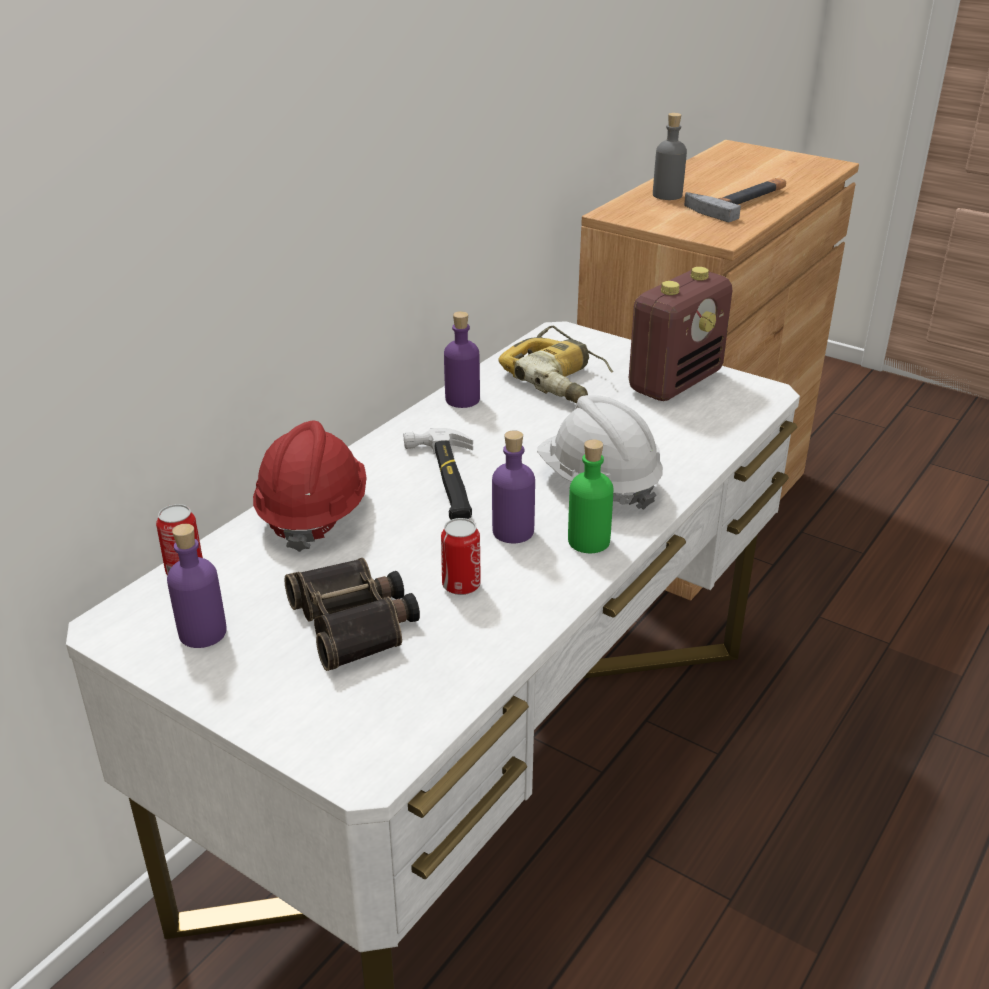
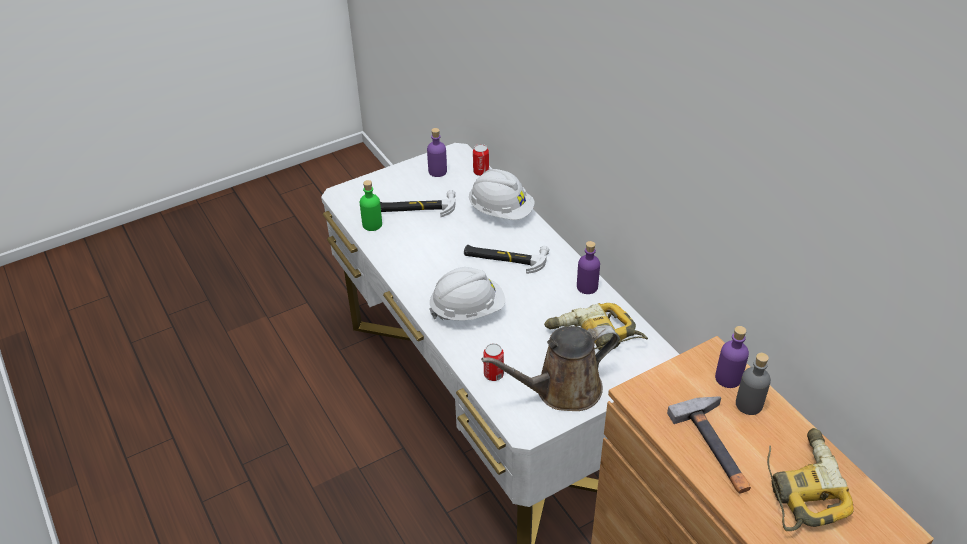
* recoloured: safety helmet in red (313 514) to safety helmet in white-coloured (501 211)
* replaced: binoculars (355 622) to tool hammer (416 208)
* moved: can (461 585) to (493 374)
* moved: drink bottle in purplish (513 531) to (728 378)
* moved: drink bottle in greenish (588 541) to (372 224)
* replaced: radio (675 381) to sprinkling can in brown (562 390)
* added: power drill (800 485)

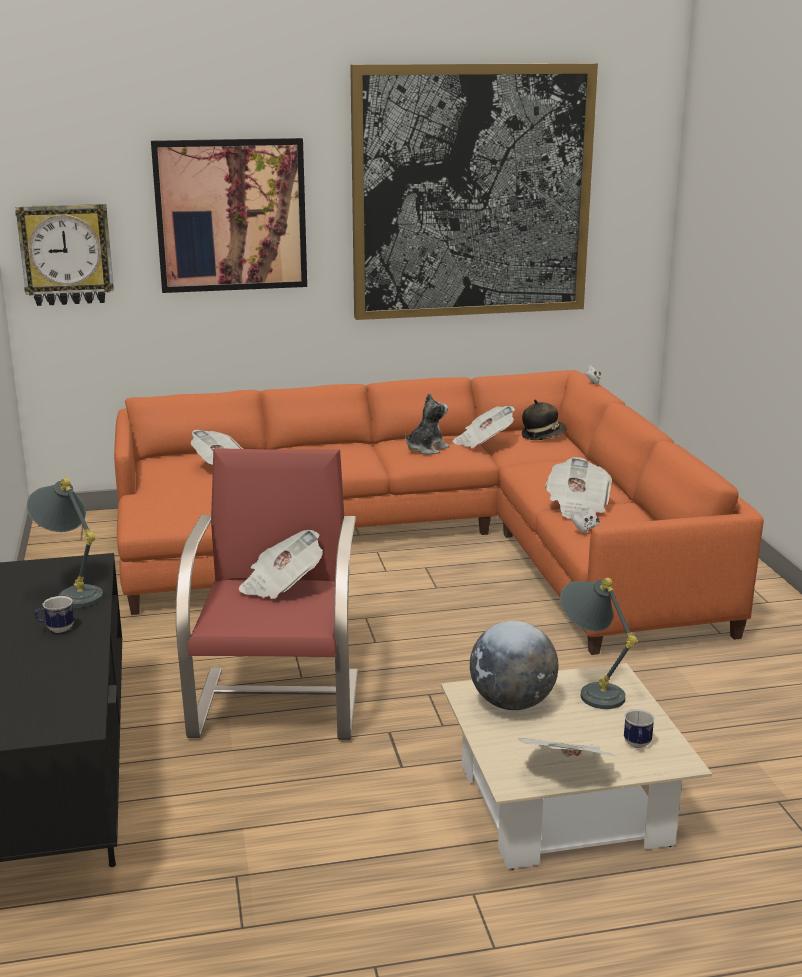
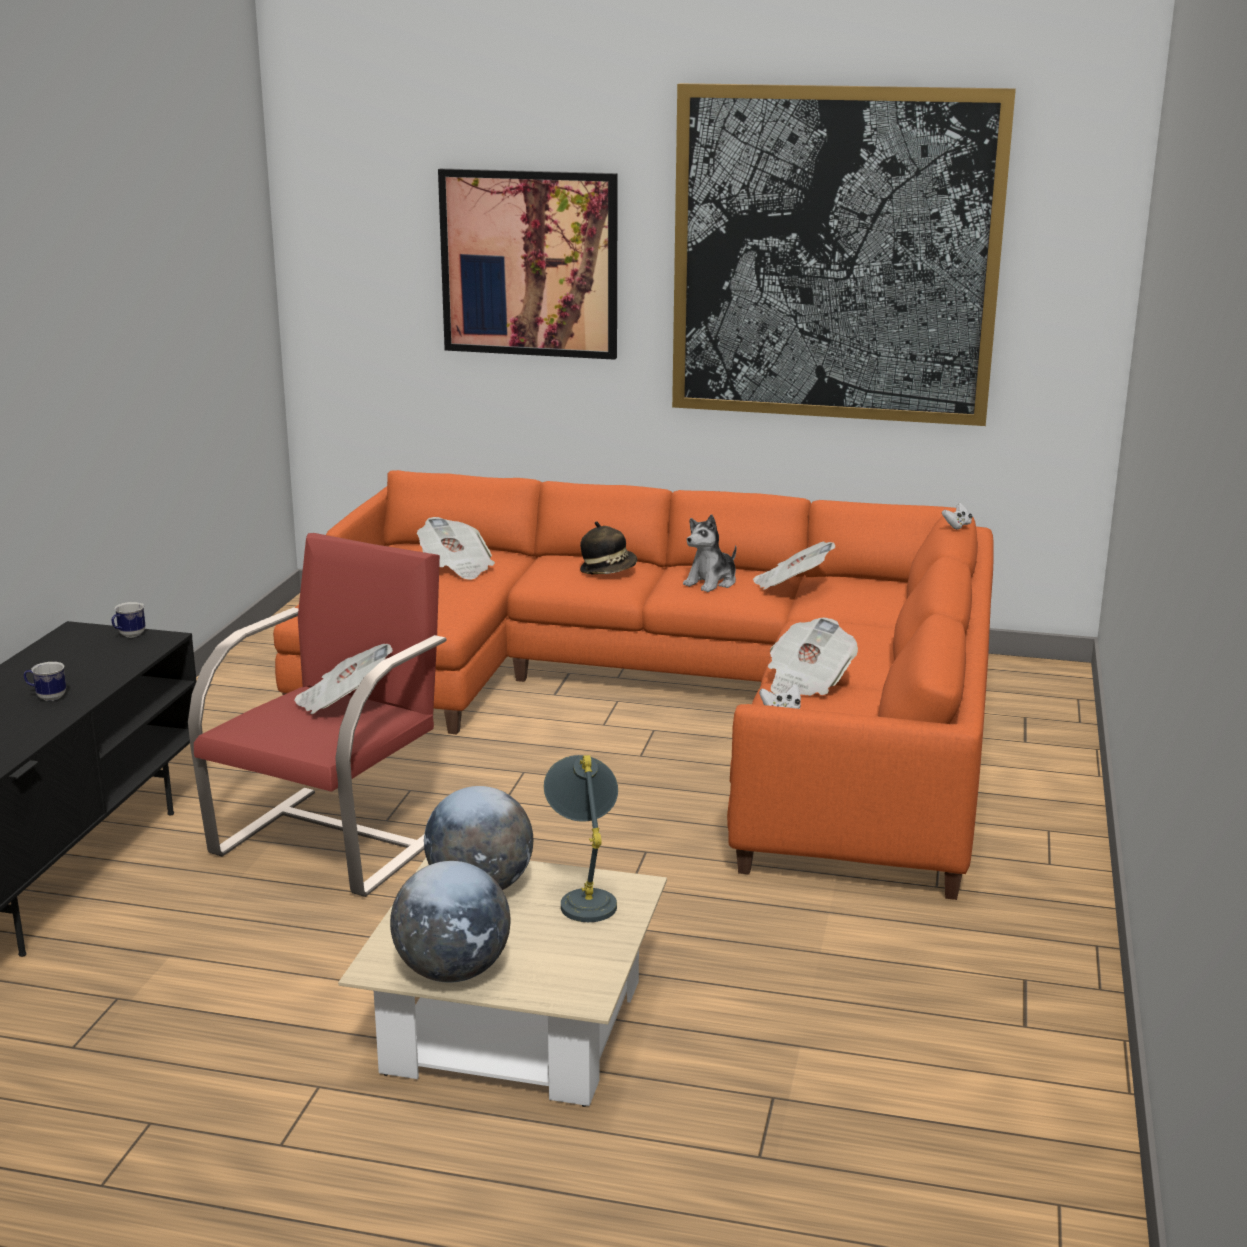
* removed: hanging clock (66 254)
* removed: table lamp in gray (72 592)
* turned: soft toy (426 449) = (711 582) 150 degrees clockwise
* replaced: newspaper (568 769) to world globe (452 972)
* moved: hat (543 436) to (608 570)
* moved: tea mug (637 745) to (129 635)

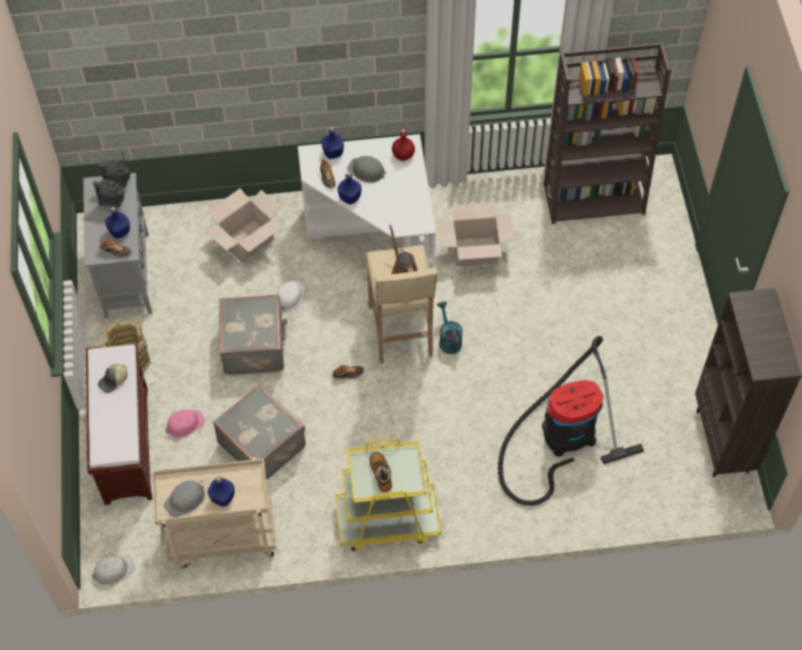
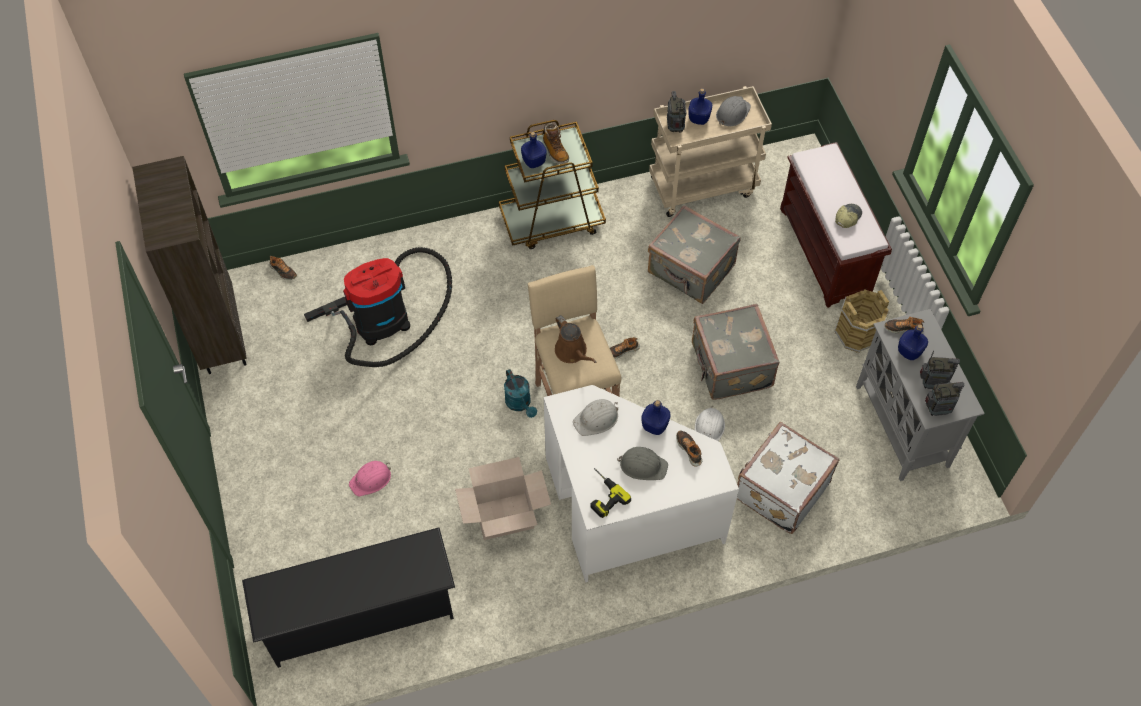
* moved: safety helmet in white-coloured (113 570) to (597 419)
* moved: safety helmet in pink (184 424) to (371 479)
* replaced: carton (247 241) to piece of luggage in white-coloured (780 489)
* moved: drink bottle in blue (333 153) to (533 161)
* recoloured: trolley in yellow (387 520) to trolley in brown (552 221)
* replaced: drink bottle in red (403 155) to power drill (602 495)
* replaced: bookshelf in brown (594 198) to shoe stand in black (360 615)
* added: shoe (283 271)
* added: radio (675 128)

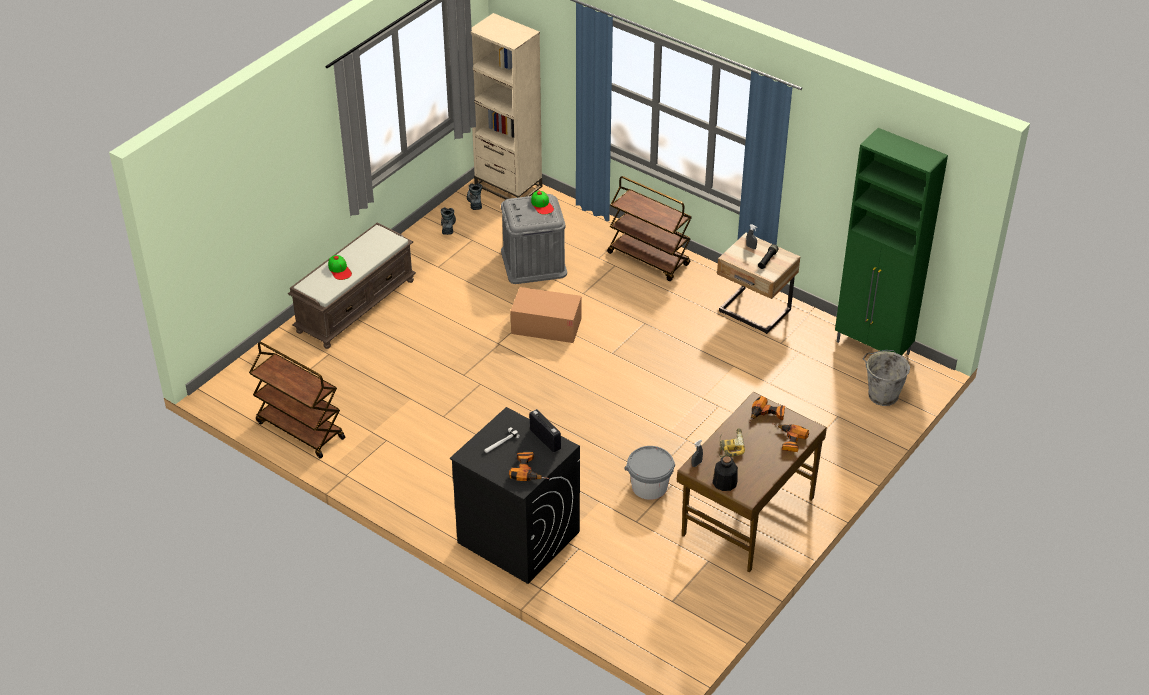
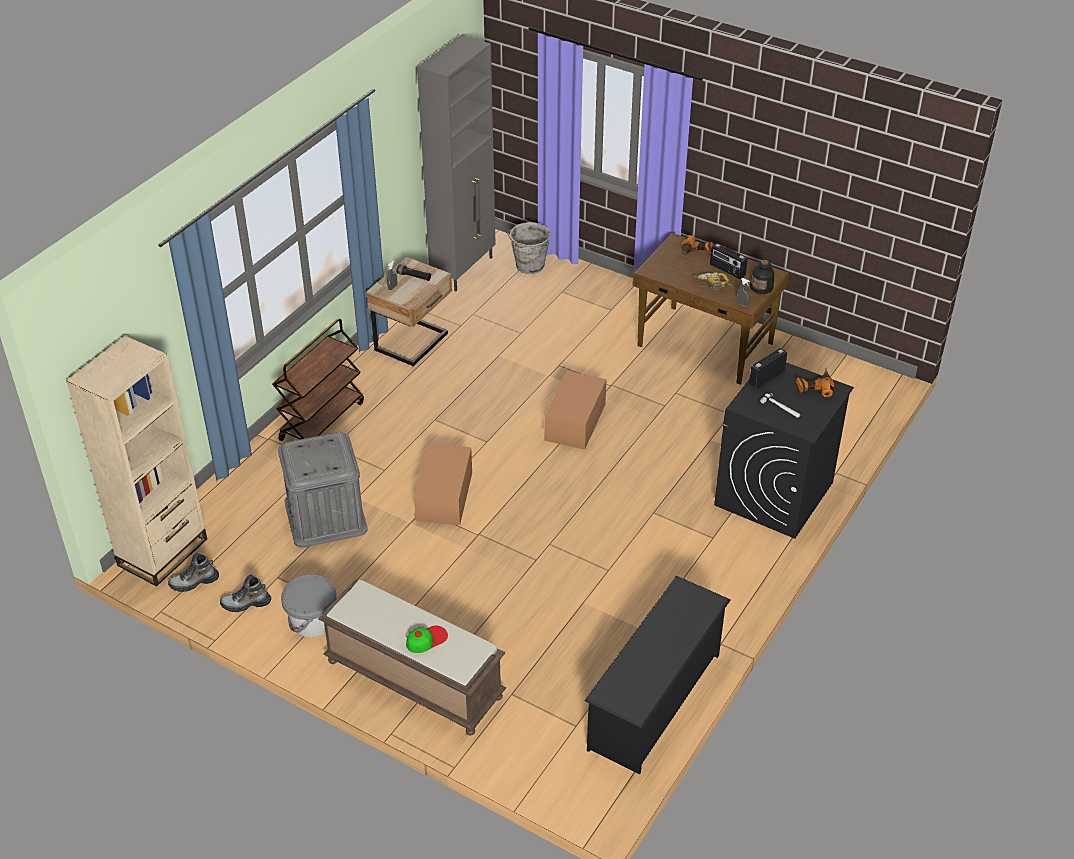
* replaced: trolley in brown (299 430) to shoe stand in black (655 701)
* removed: cap (542 205)
* moved: pail in gray (649 486) to (312 621)
* removed: power drill (767 416)
* recoloured: cupboard in greenish (873 348) to cupboard in gray (464 269)
* added: carton (575 422)
* added: radio (727 270)

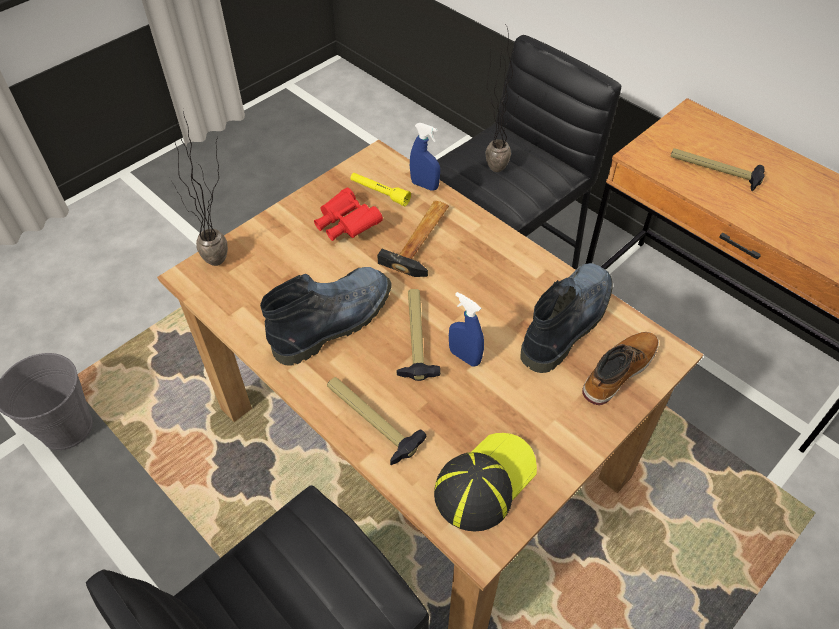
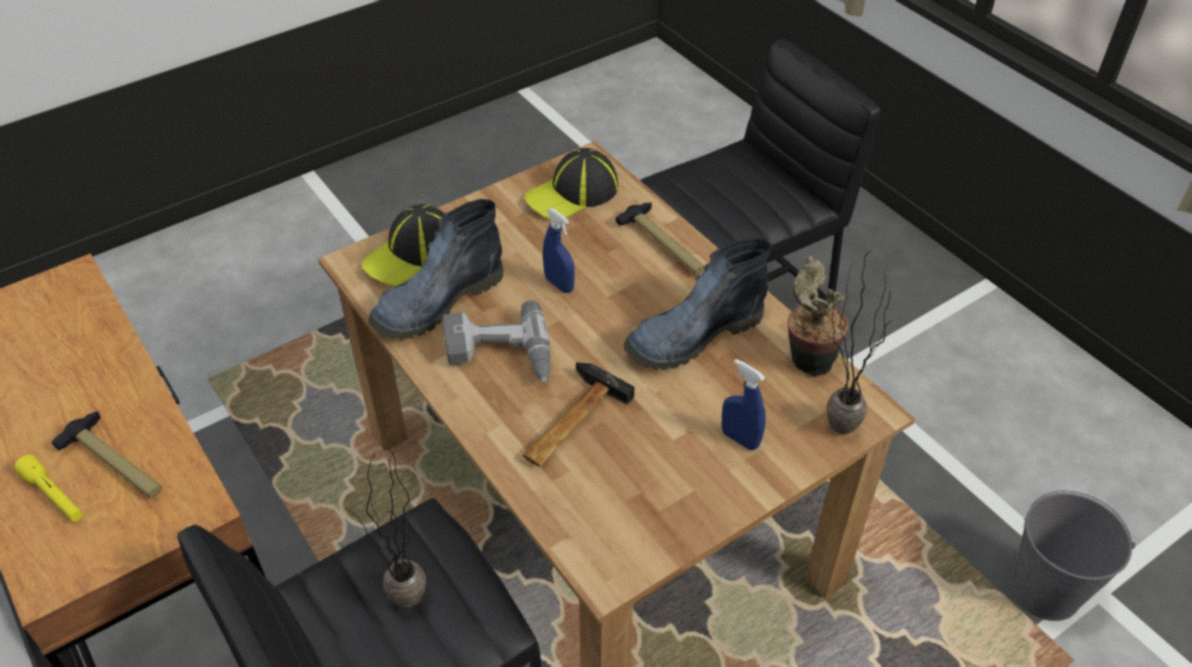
* removed: binoculars in red (346 225)
* moved: torch in yellow (379 193) to (54 496)
* removed: tool hammer (415 337)
* moved: spray bottle in blue (424 185) to (740 439)
* replaced: tall boot (618 371) to cap (412 254)
* added: power drill (499 356)
* added: houseplant (806 360)

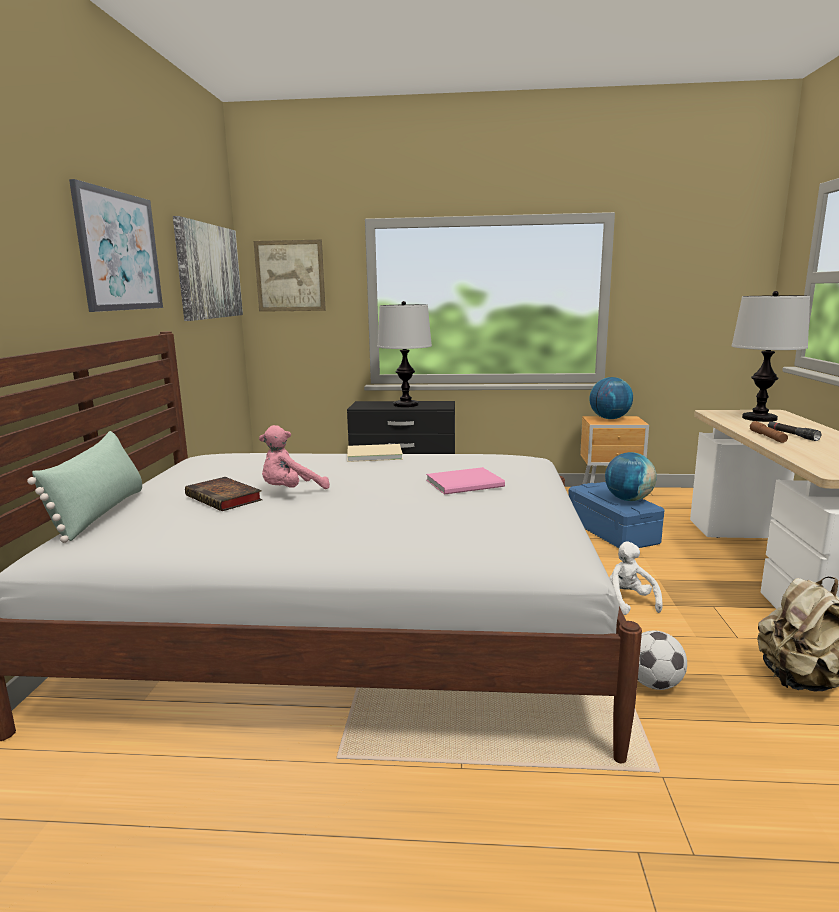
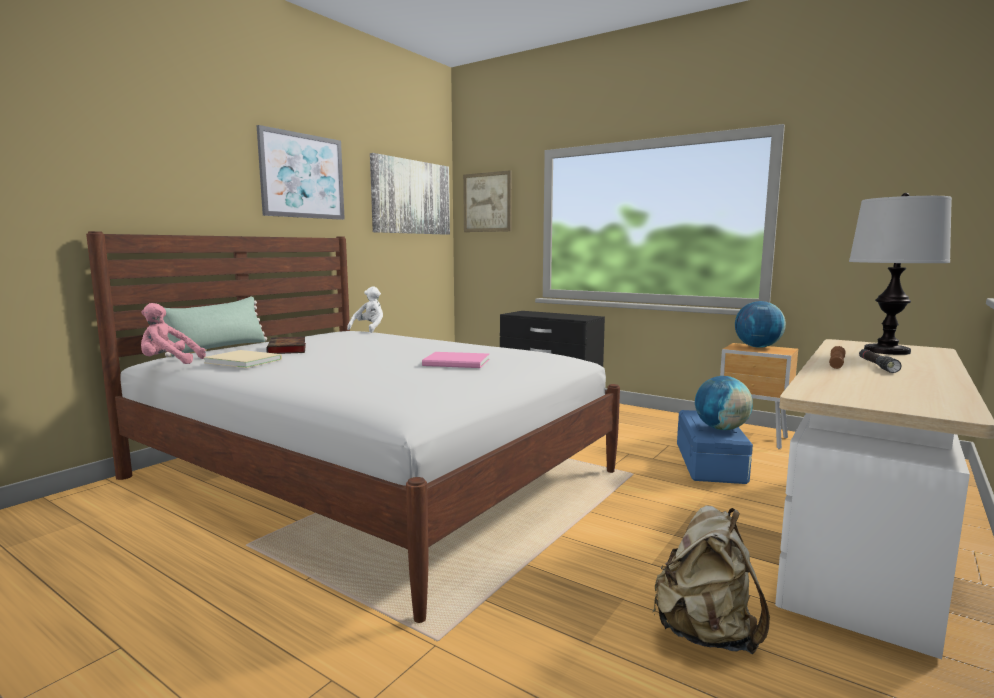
* moved: soft toy in pink (291 491) to (168 362)
* moved: volume in beige (372 454) to (243 361)
* removed: table lamp (406 404)
* moved: soft toy in white-coloured (627 602) to (369 329)
* removed: football (654 684)

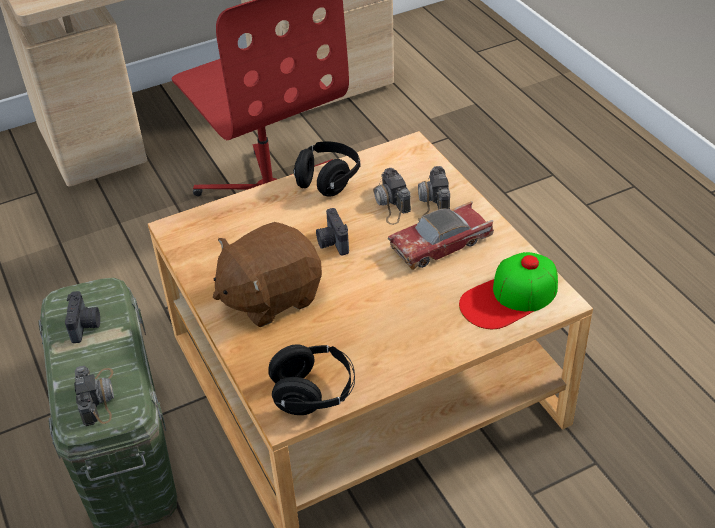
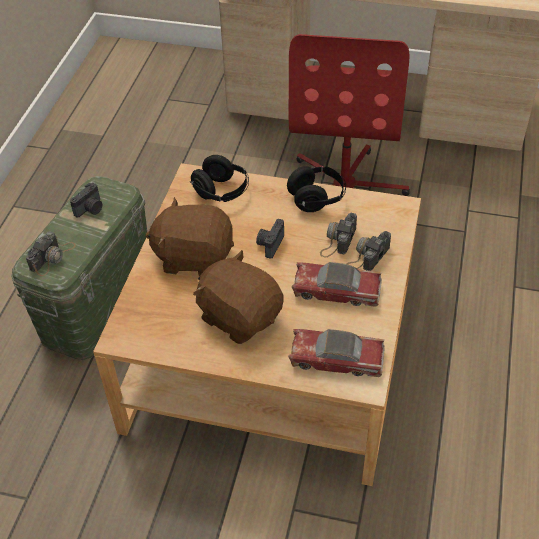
* moved: headphones in black (314 393) to (221 192)
* replaced: cap (509 297) to toy car (336 359)
* added: soft toy in brown (240 316)

